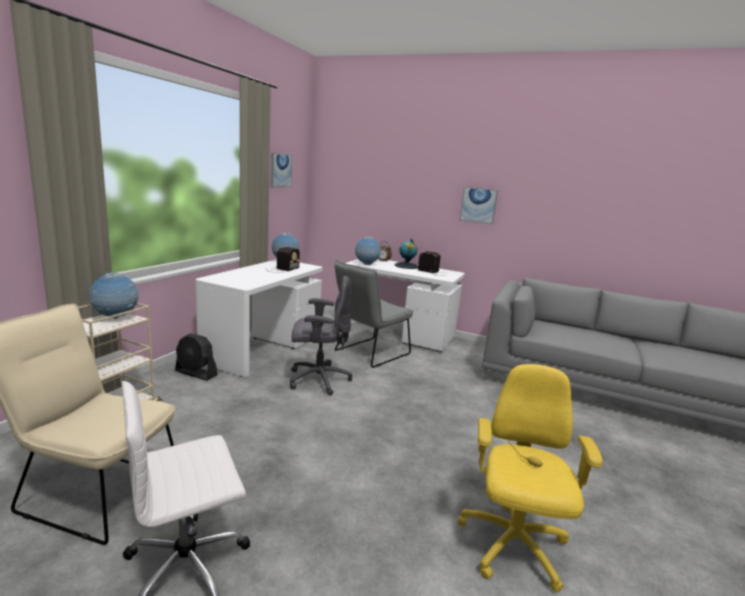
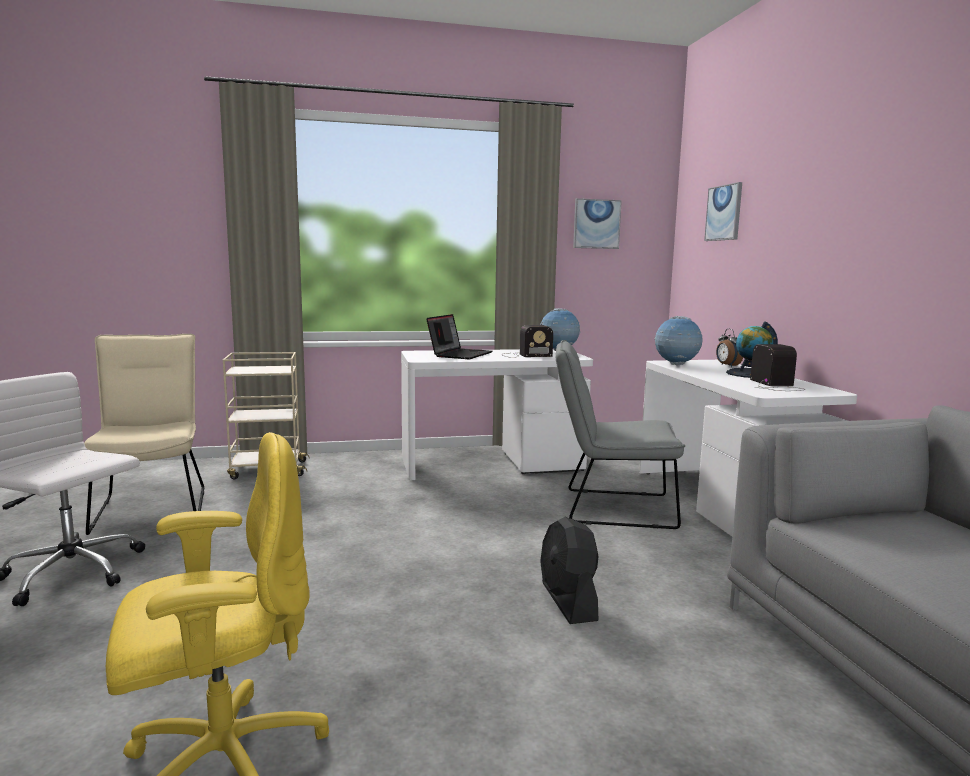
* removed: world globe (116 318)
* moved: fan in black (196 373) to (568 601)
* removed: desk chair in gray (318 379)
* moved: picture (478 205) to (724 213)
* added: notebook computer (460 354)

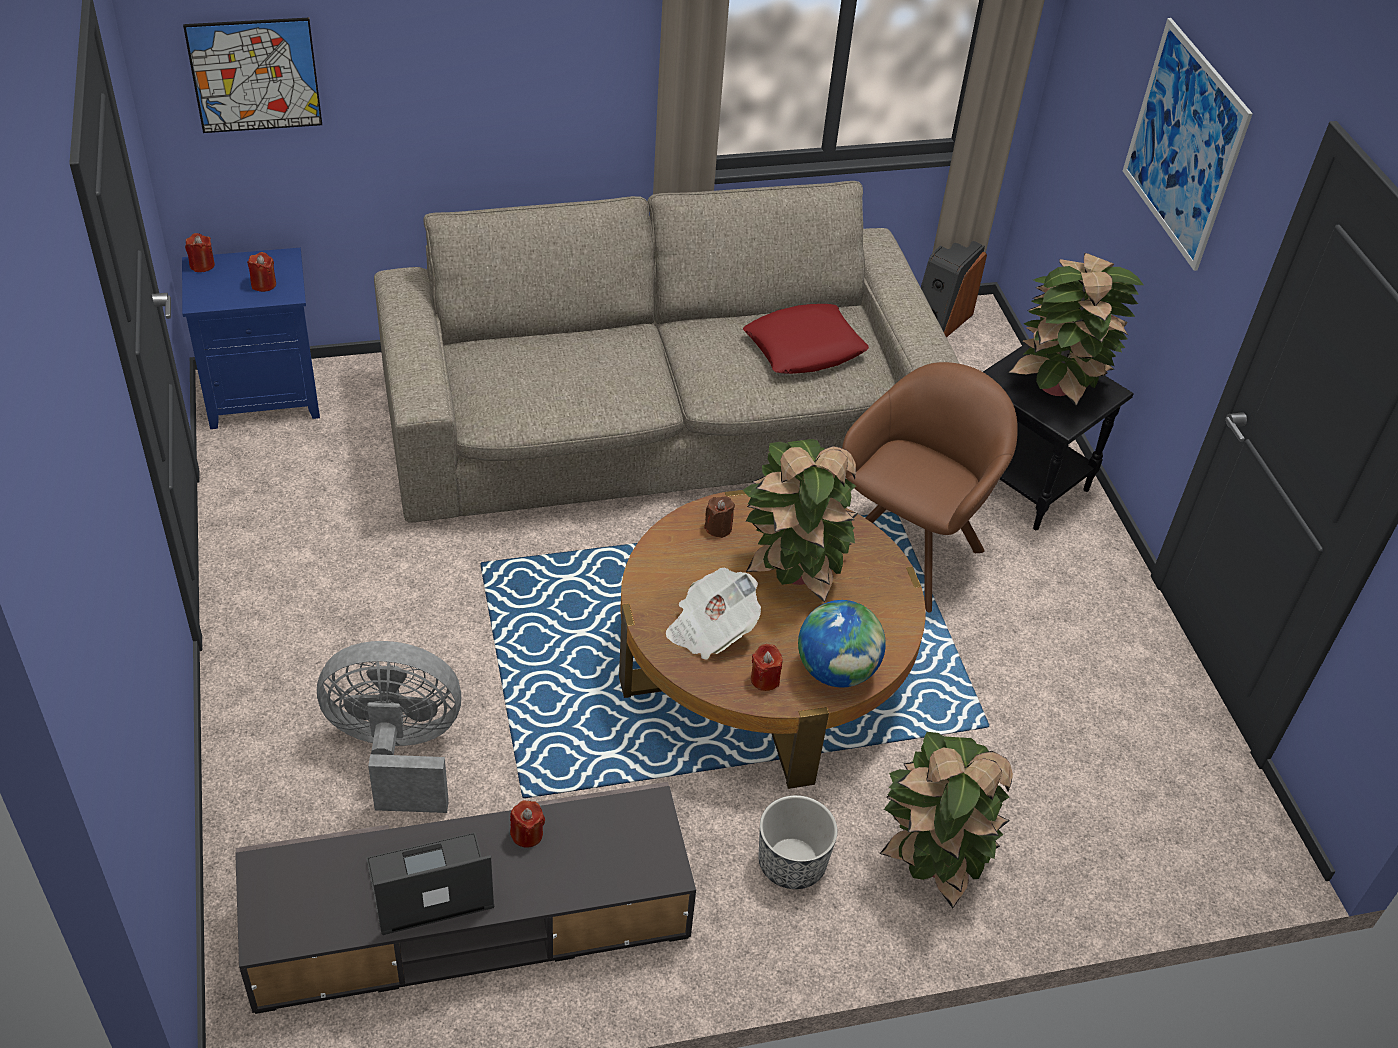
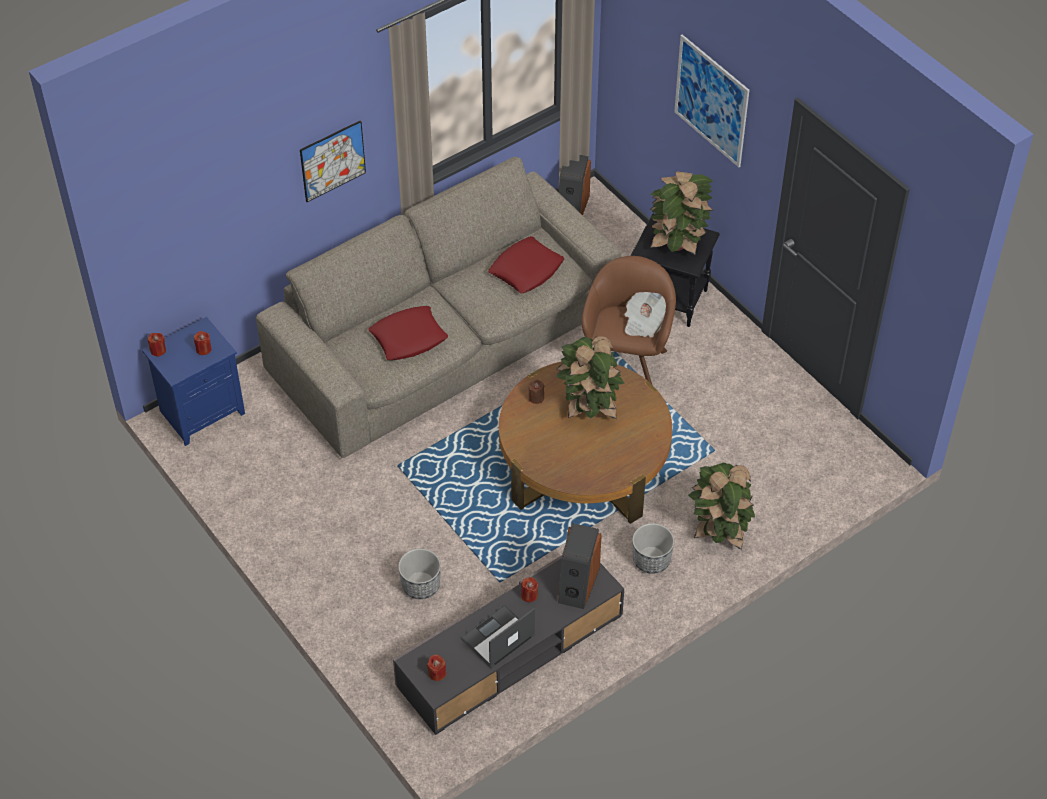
* moved: picture (255 75) to (333 161)
* replaced: fan in gray (397 753) to flower pot (420 586)
* moved: newspaper (711 629) to (644 322)
* moved: wax light in red (765 679) to (437 673)
* removed: world globe (836 671)
* added: pillow in red (408 338)
* added: audio speaker (577 584)

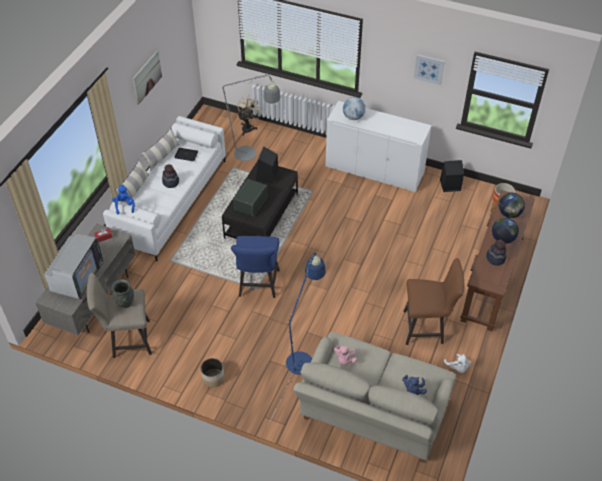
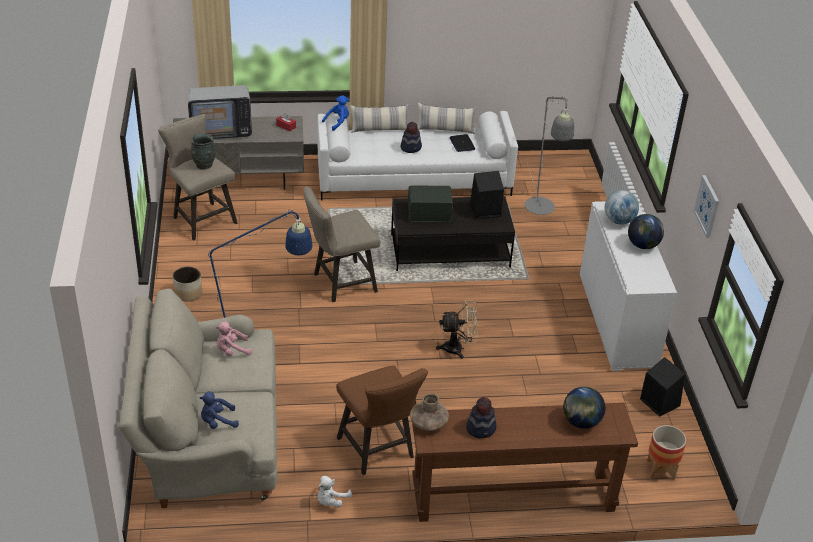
* removed: picture (147 77)
* recoloured: stool seat in blue (258 286) to stool seat in beige (340 283)
* moved: fan in beige (248 127) to (458 348)
* moved: world globe (502 239) to (643 245)
* added: decorative vase in brown (428 423)

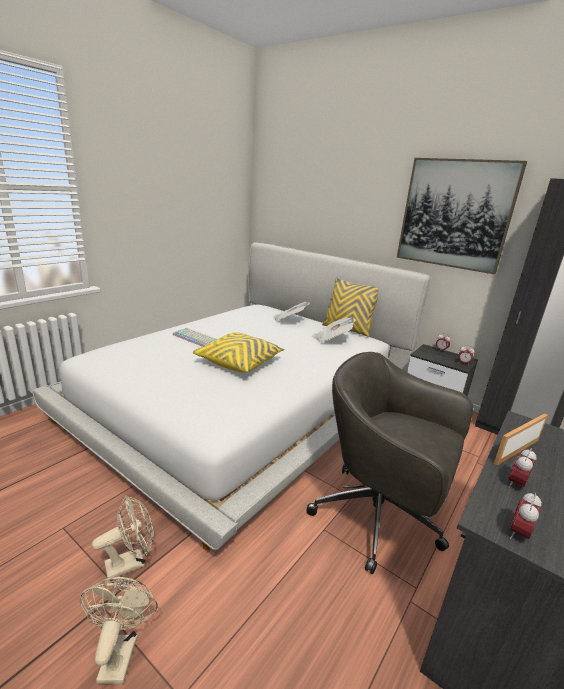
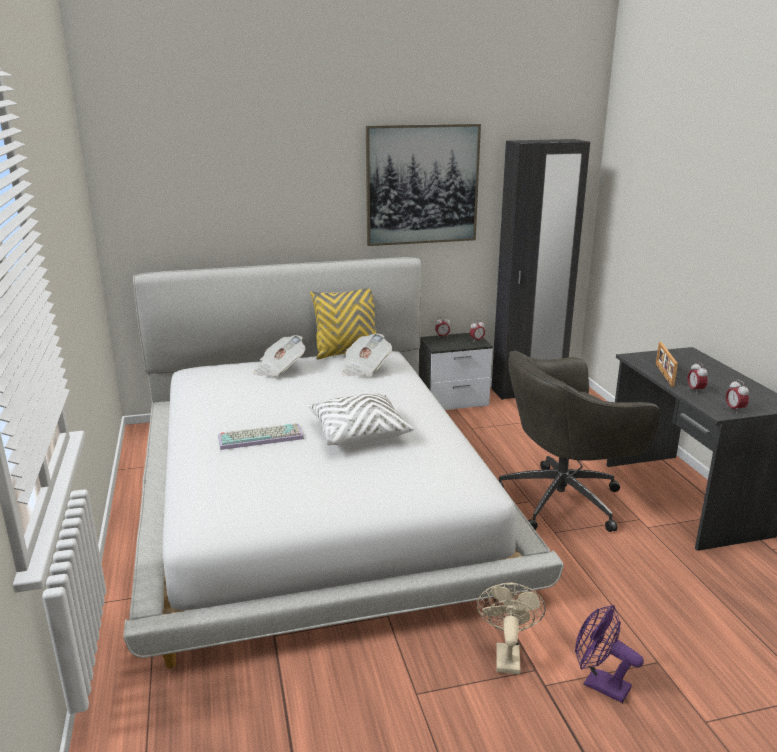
* recoloured: fan in beige (120 650) to fan in purplish (599 684)
* recoloured: pillow in yellow (239 362) to pillow in white-coloured (358 433)

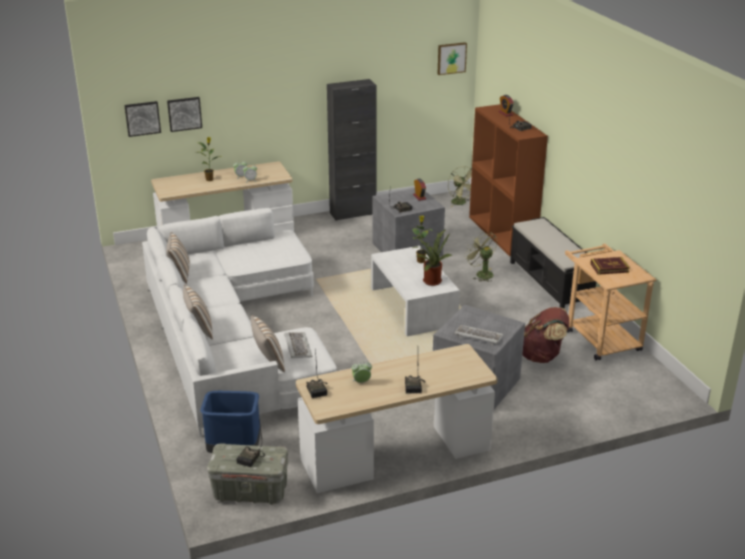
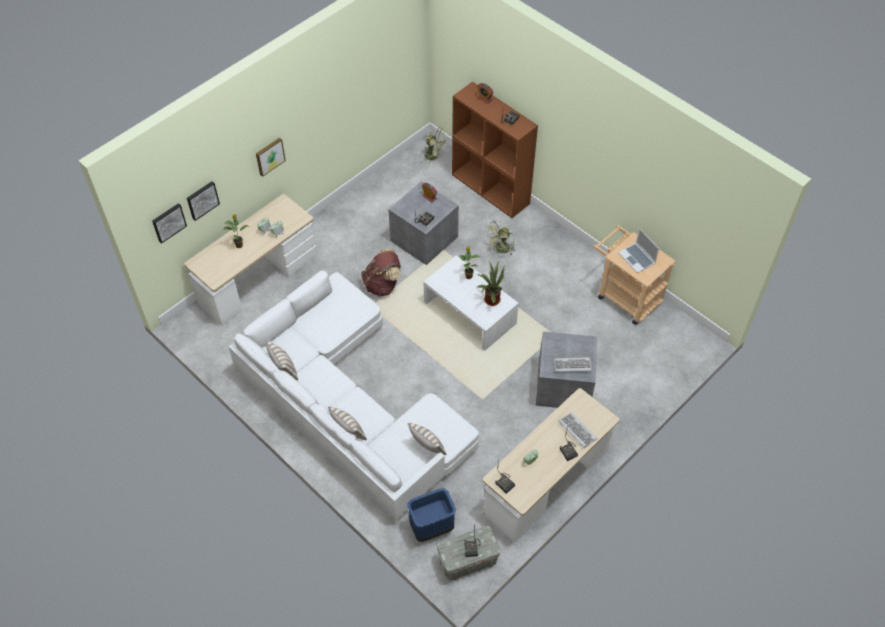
* moved: computer keyboard (297 347) to (576 431)
* removed: cupboard in black (353 213)
* moved: picture (451 58) to (269 156)
* turned: fan in greenish (481 274) = (501 250) 75 degrees counterclockwise
* removed: bench in black (550 283)
* moved: knapsack in brown (541 356) to (382 285)
* replaced: volume (609 268) to notebook computer (637 259)

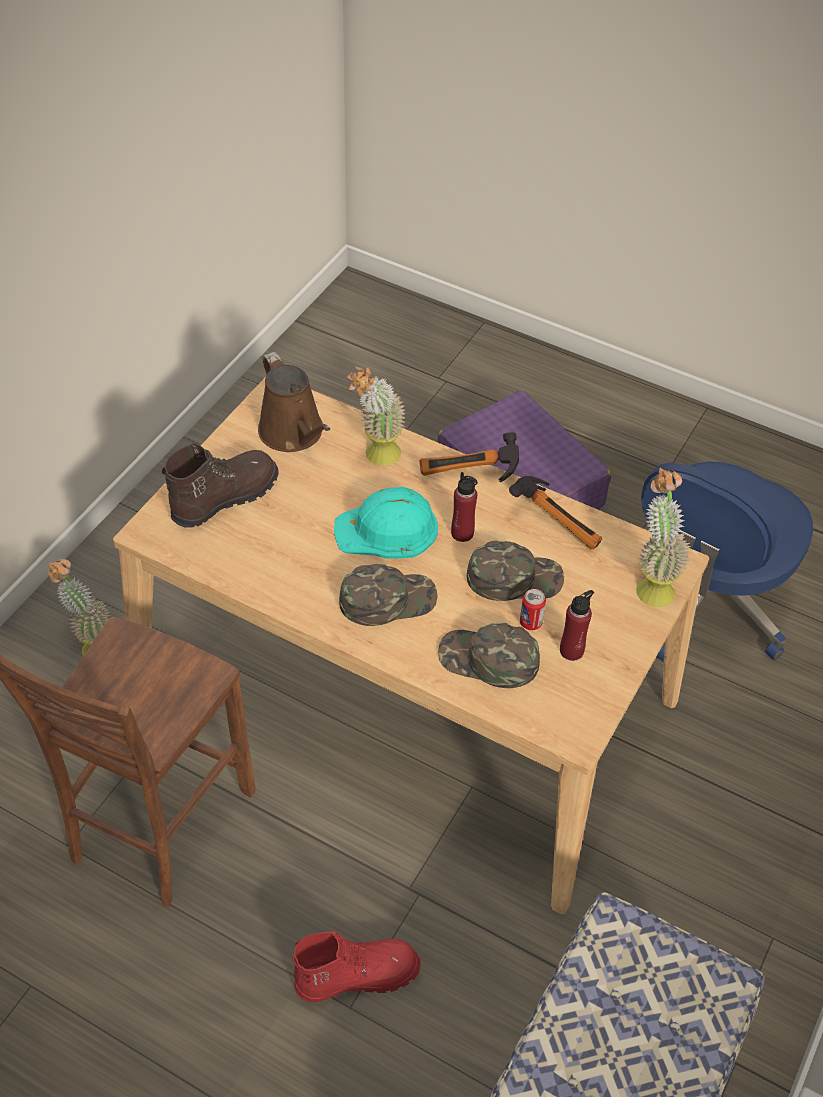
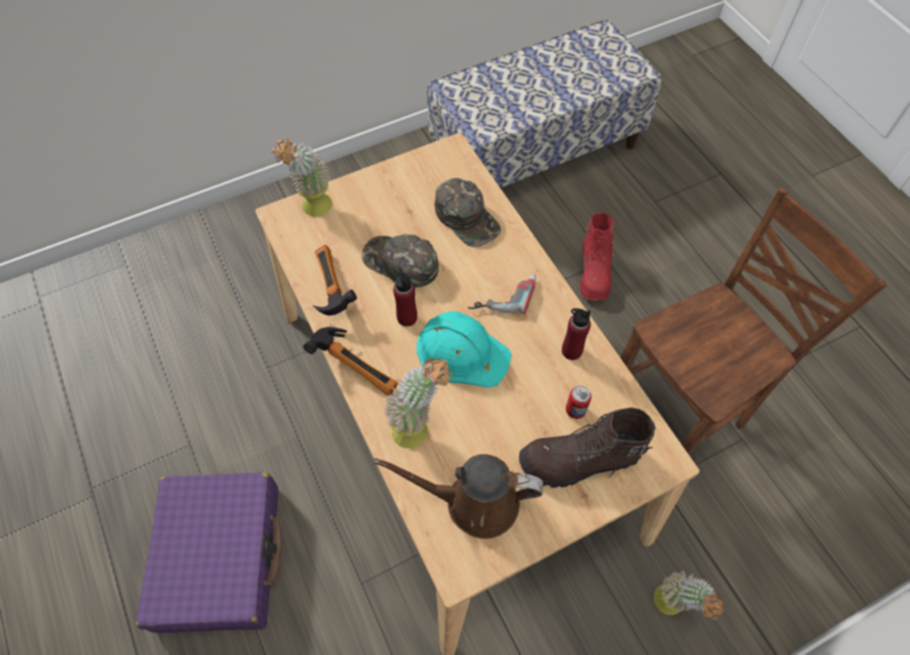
* turned: sprinkling can in brown (294 434) = (474 502) 90 degrees counterclockwise
* turned: tall boot in red (356 975) = (594 272) 105 degrees counterclockwise
* replaced: cap in greenish (387 599) to power drill (503 294)
* moved: can (530 623) to (575 410)
* moved: drink bottle in red (571 650) to (571 350)
* removed: desk chair in blue (703 600)

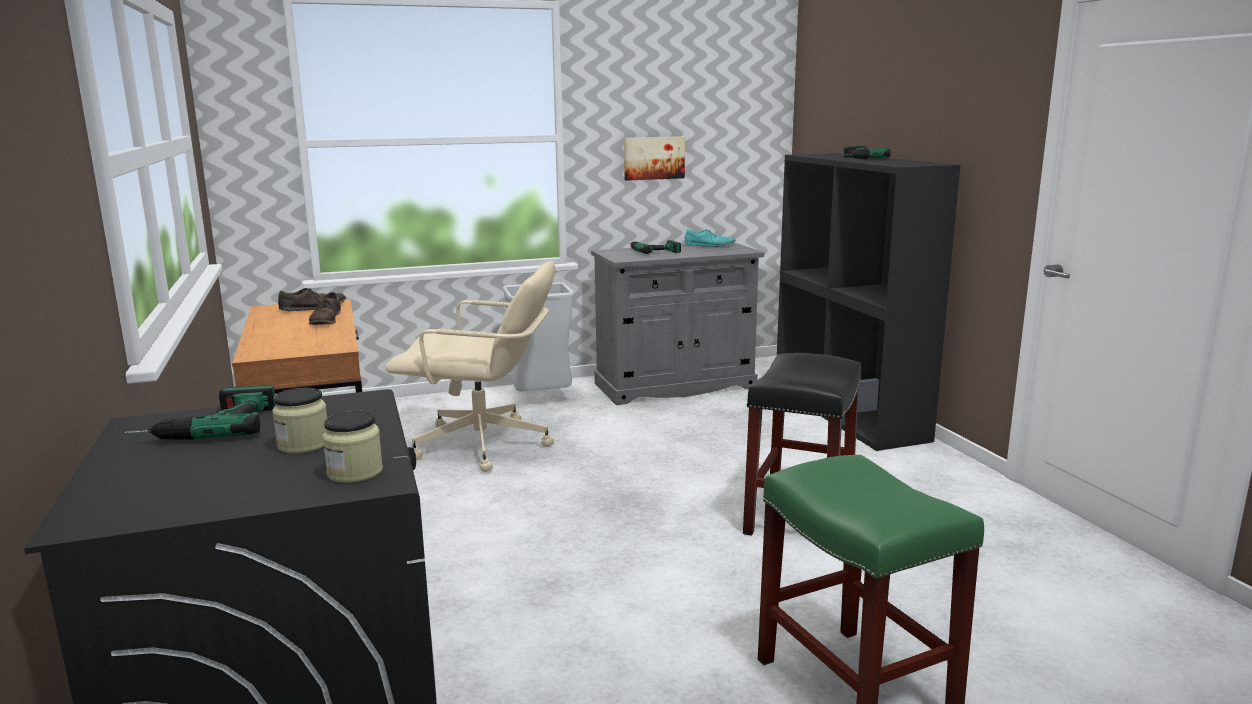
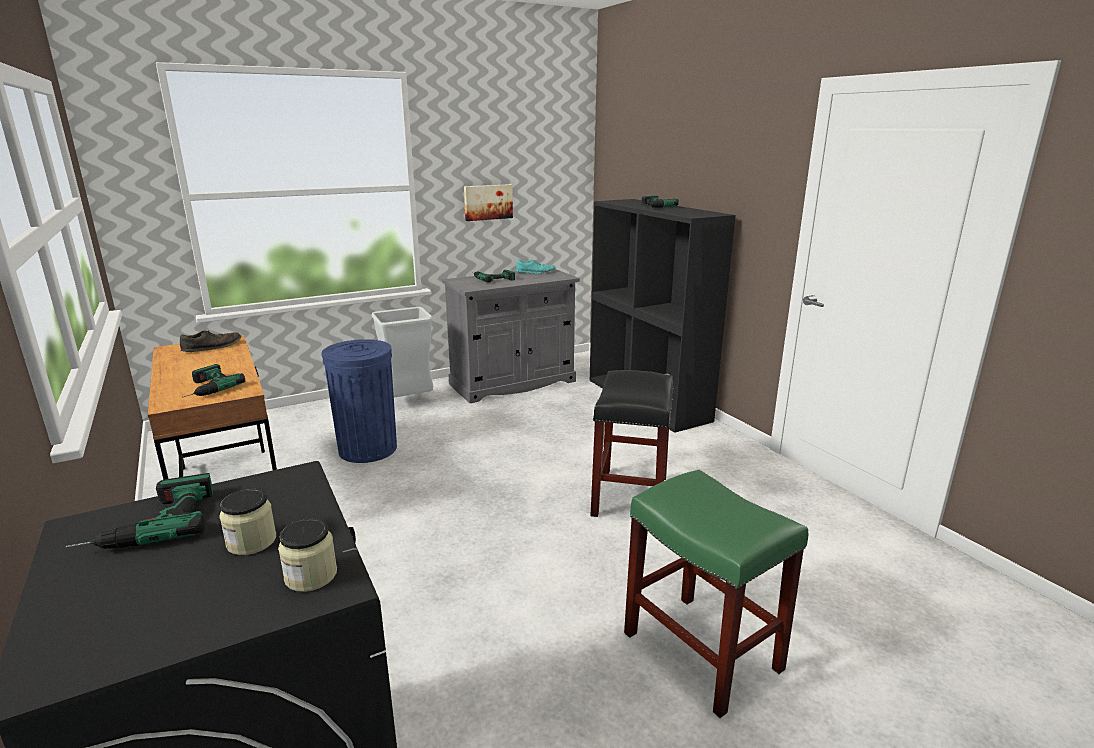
* removed: shoe in brown (326 320)
* replaced: desk chair in beige (483 446) to rubbish bin in blue (368 449)
* added: power drill (204 388)

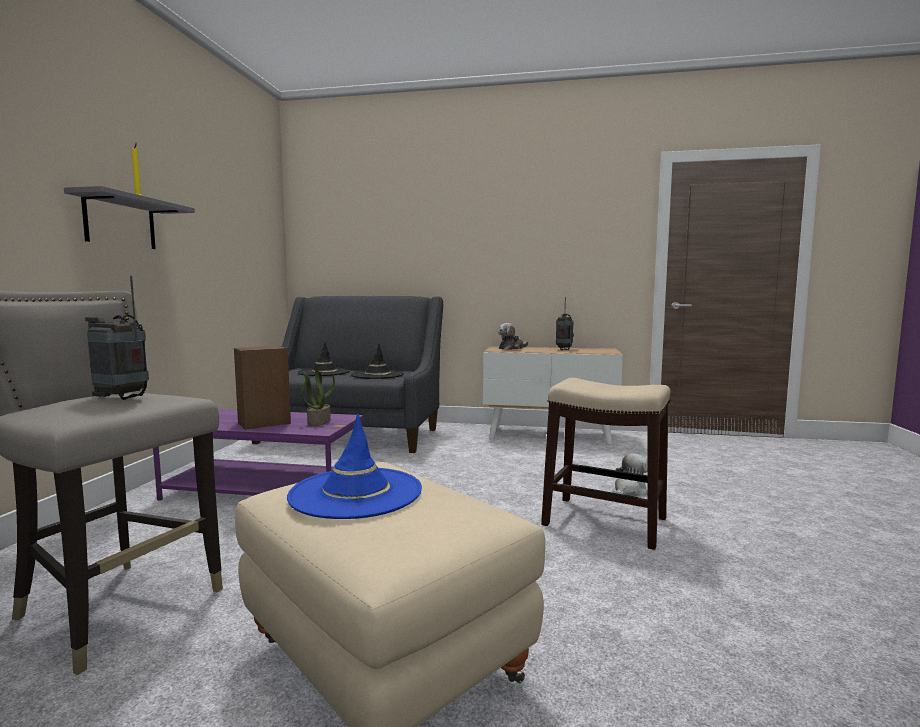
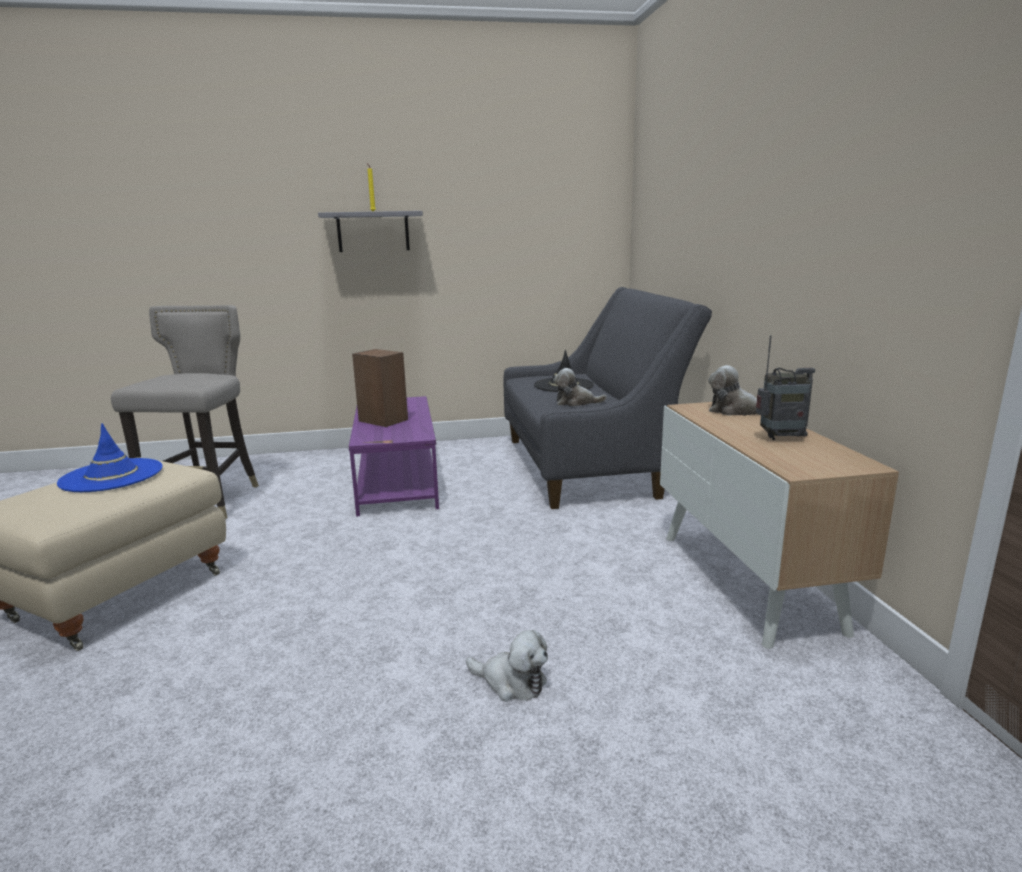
* removed: radio (122 398)
* removed: houseplant (318 422)
* replaced: hat in black (377 375) to soft toy (576 402)
* removed: stool seat (605 522)

